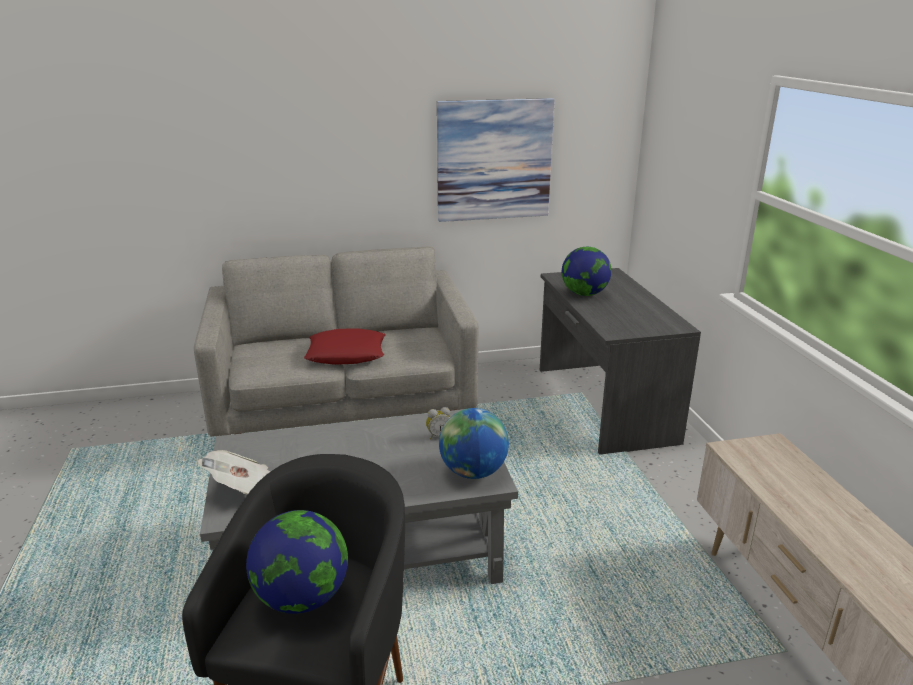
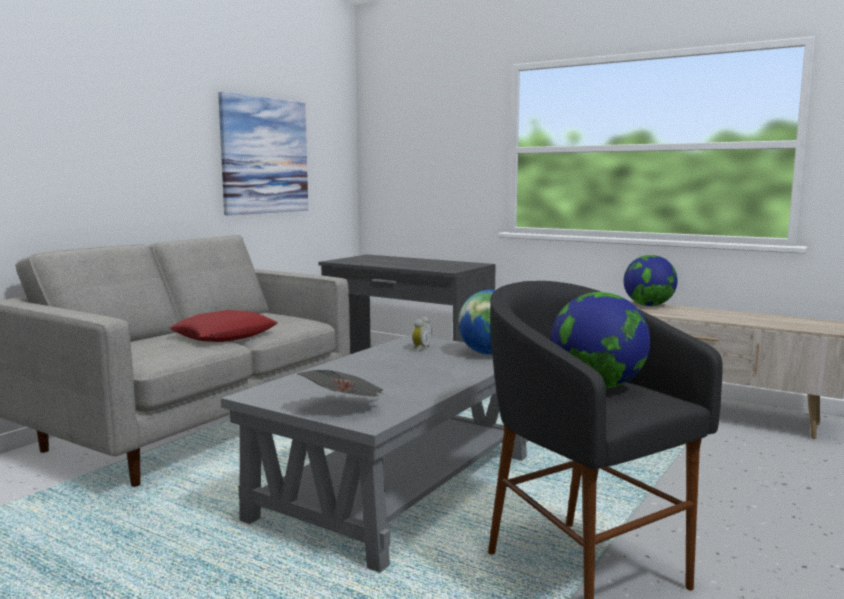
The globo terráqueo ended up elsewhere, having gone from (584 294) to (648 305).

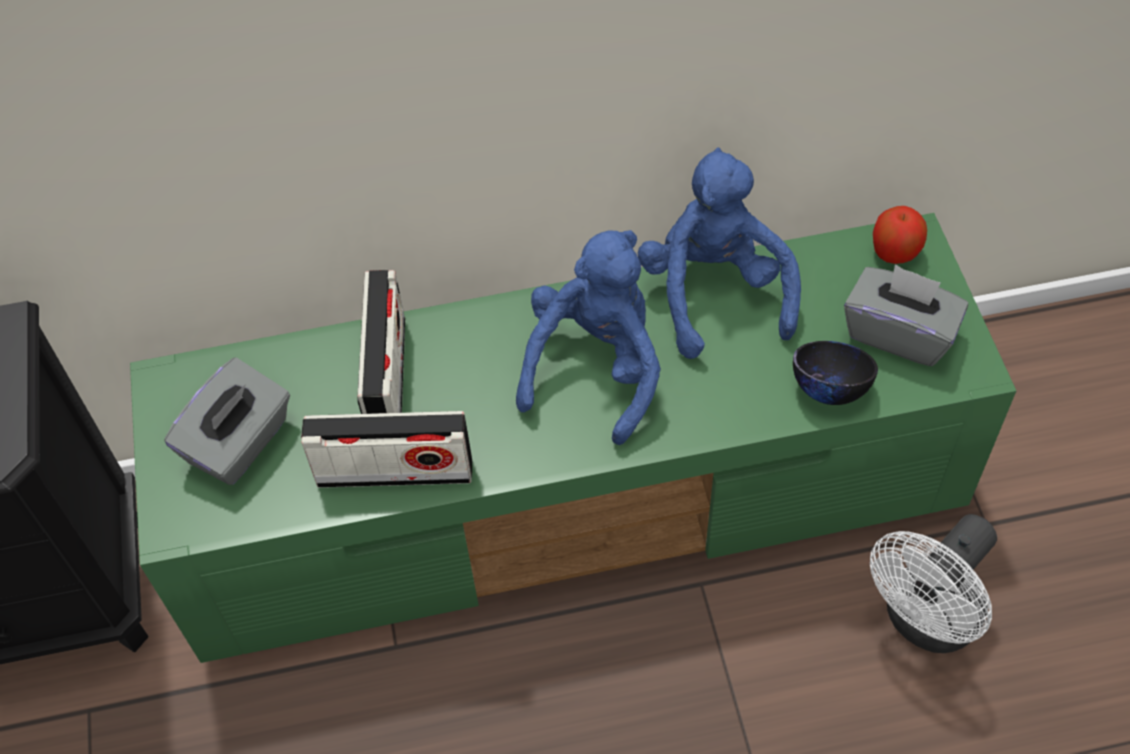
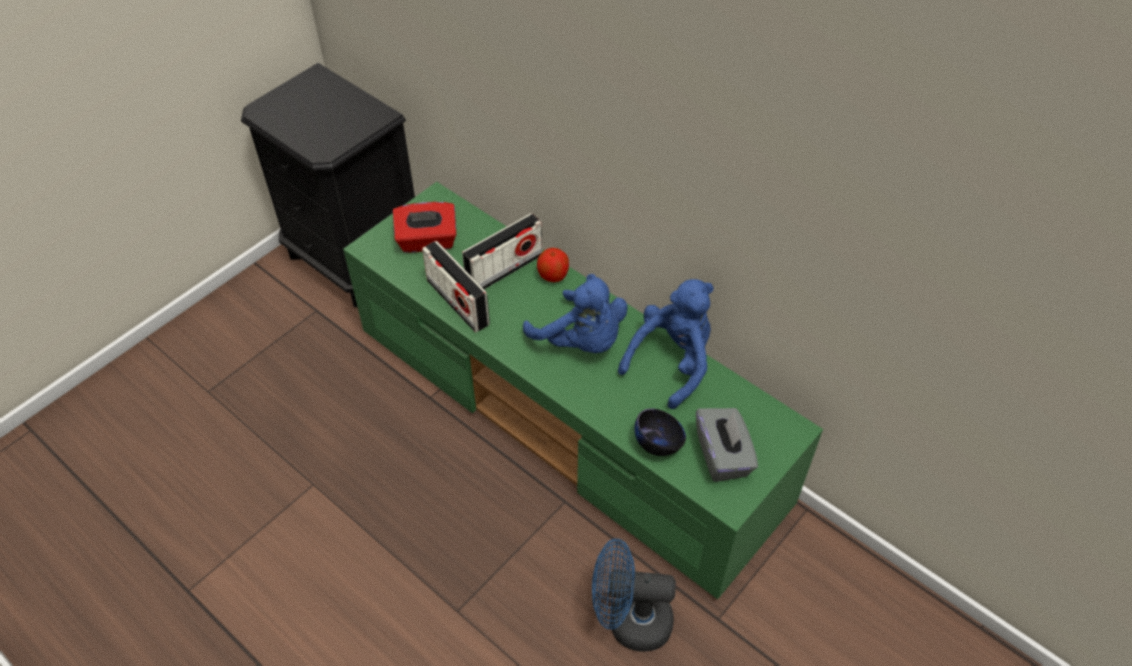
What was the caja de pañuelos (gris) at (240 443) turned into the caja de pañuelos (rojo) at (427 241).
The peluche (azul) at (596 367) ended up facing another way, 60 degrees clockwise from before.
What was the ventilador (blanco) at (925 622) turned into the ventilador (azul) at (629 621).
The manzana ended up elsewhere, having gone from (894 252) to (553 276).

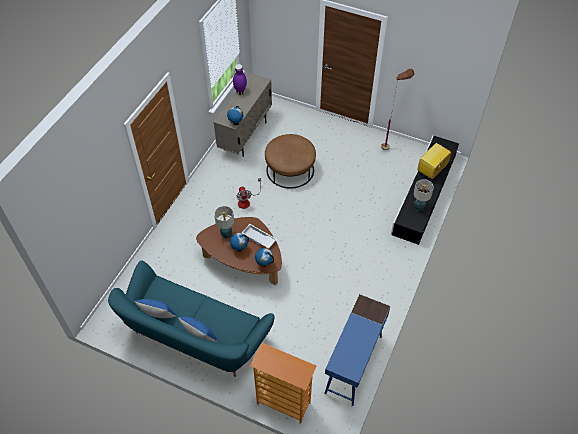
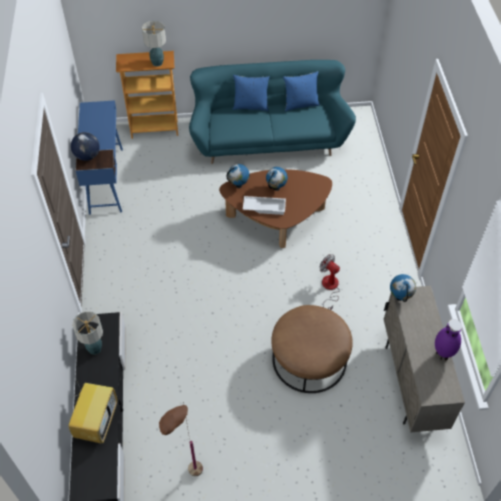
The lámpara de mesa ended up elsewhere, having gone from (226 234) to (157 63).
The second view gained the globo terráqueo at (87 156).

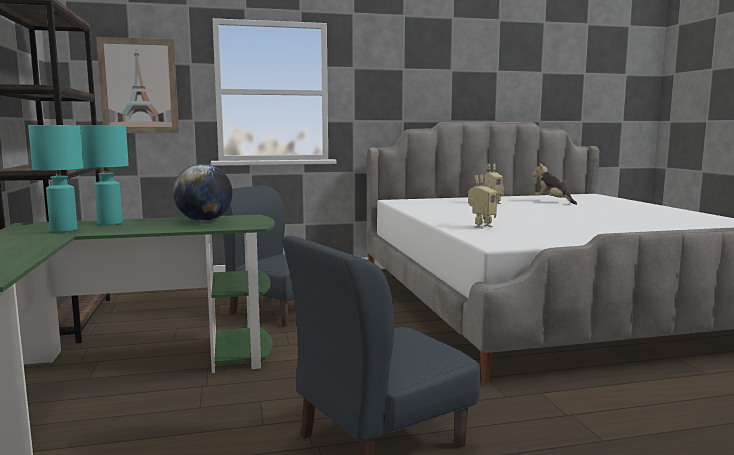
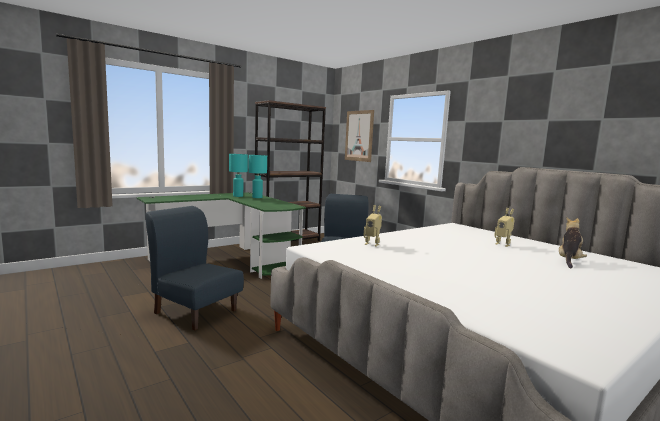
The second view lost the globo terráqueo at (204 221).

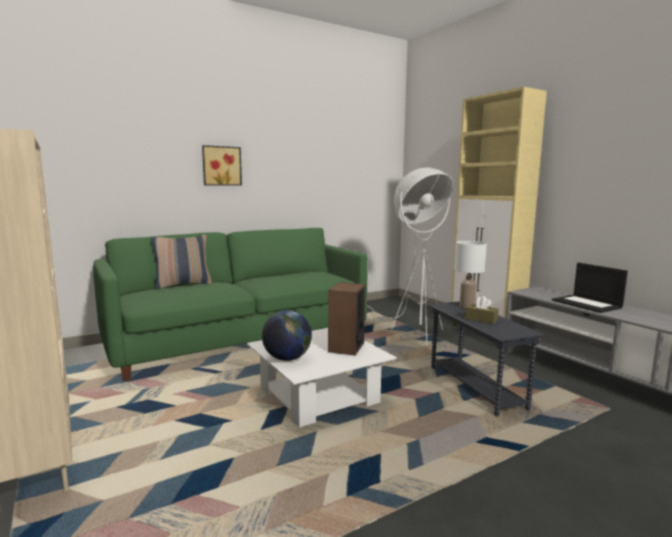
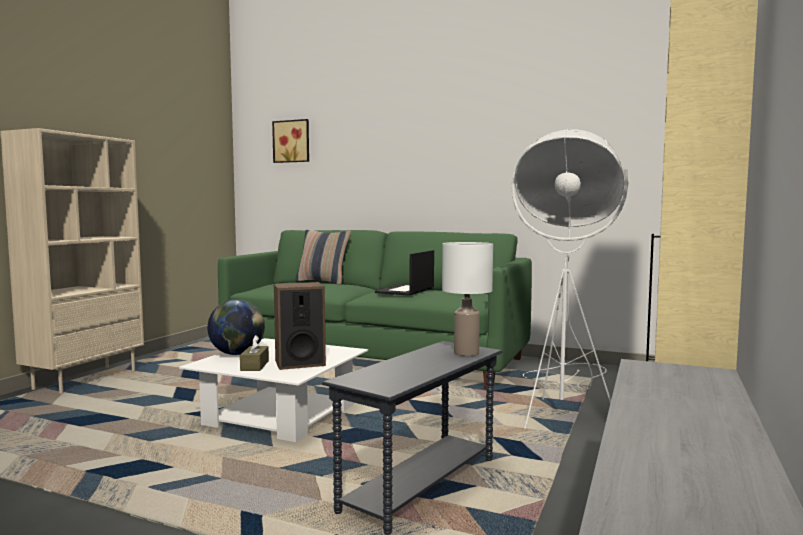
The cuadro ended up elsewhere, having gone from (221 166) to (292 141).
The caja de pañuelos (marrón) ended up elsewhere, having gone from (481 319) to (254 366).
The portátil ended up elsewhere, having gone from (587 304) to (405 291).

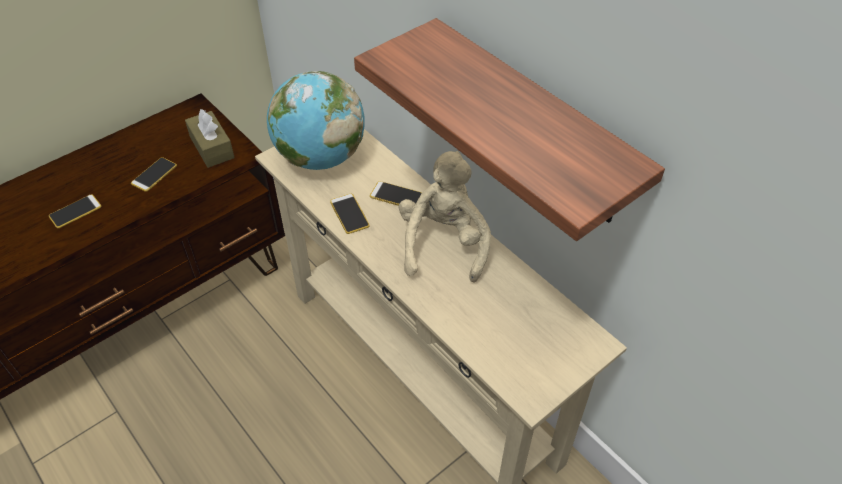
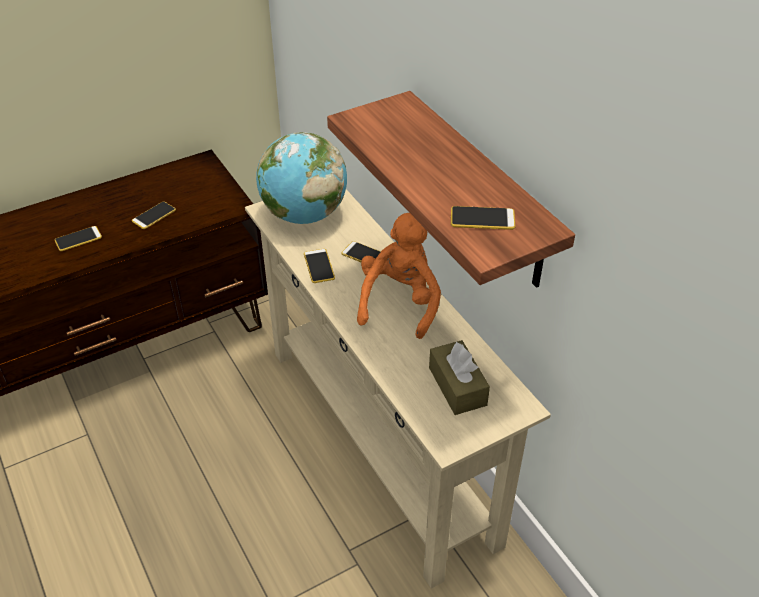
The caja de pañuelos (marrón) ended up elsewhere, having gone from (212 147) to (457 386).
What was the peluche (beis) at (443 243) turned into the peluche (naranja) at (400 302).
The second view gained the móvil at (482 219).

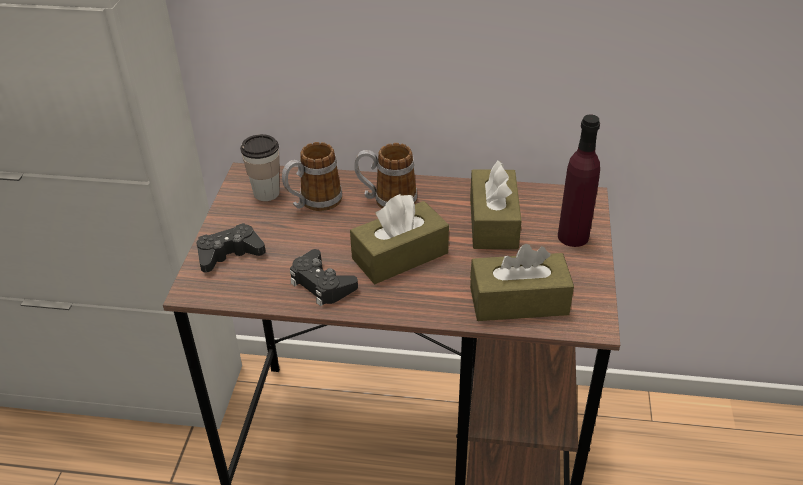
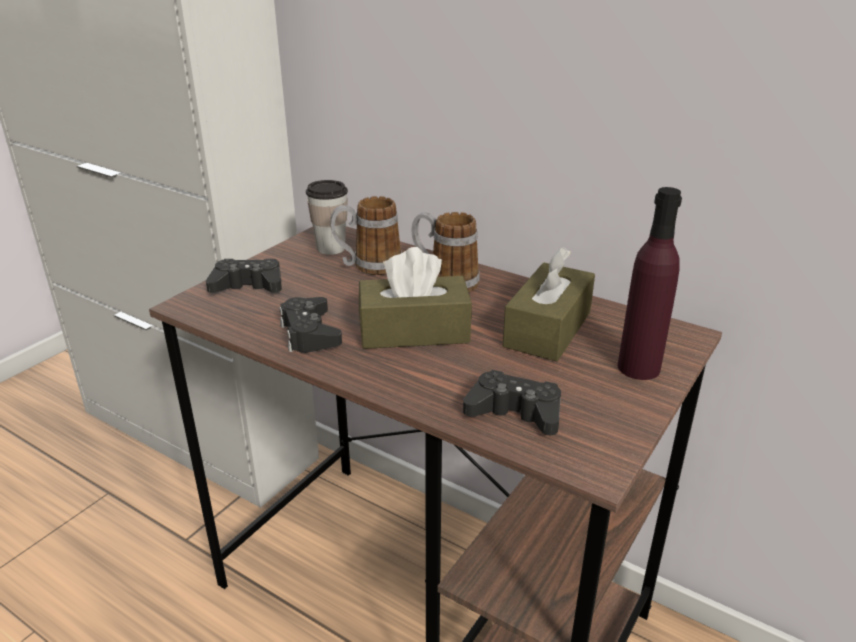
Where the caja de pañuelos (marrón) stood at (518 301), the mando de consola (negro) came to stand at (515 412).

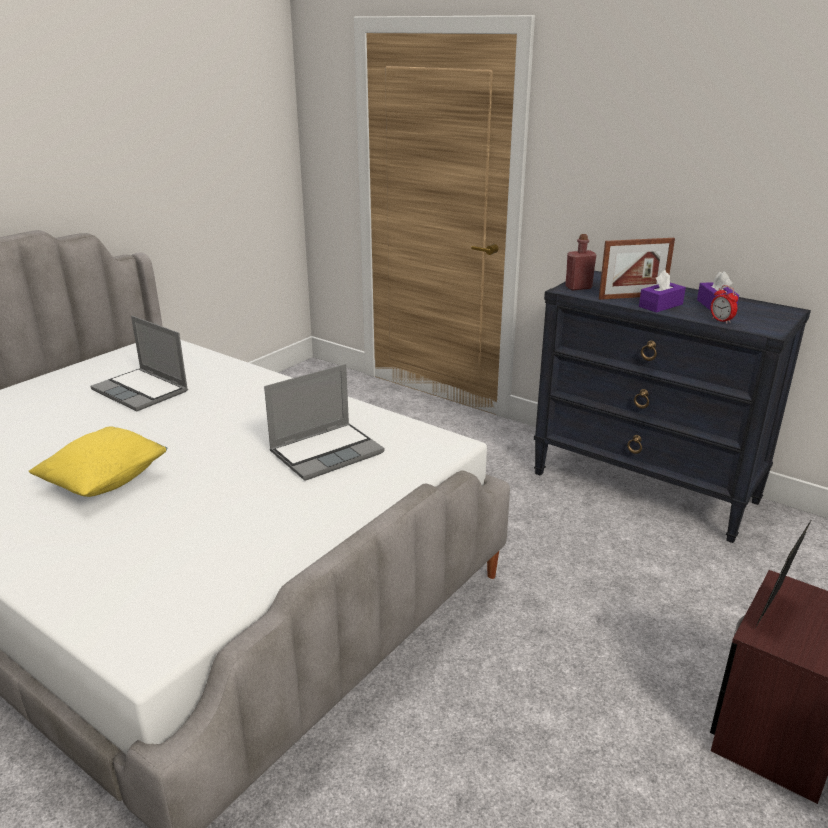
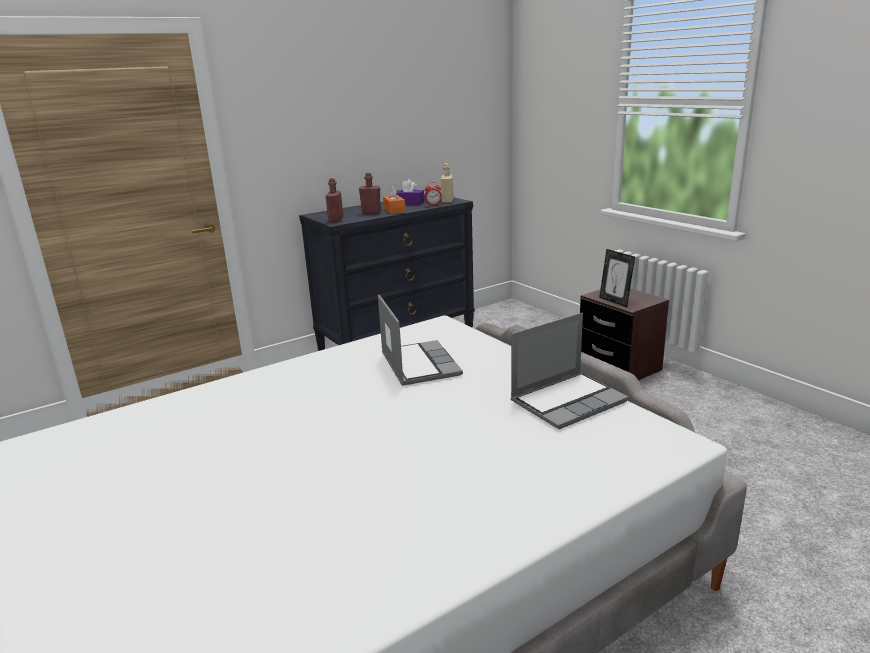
The second view lost the cojín (amarillo) at (105 482).
The portátil ended up elsewhere, having gone from (142 391) to (568 401).
Where the portarretratos stood at (632 297), the botella (rojo) came to stand at (371 213).
What was the caja de pañuelos (morado) at (660 305) turned into the caja de pañuelos (naranja) at (394 210).
The second view gained the botella (beis) at (447 201).

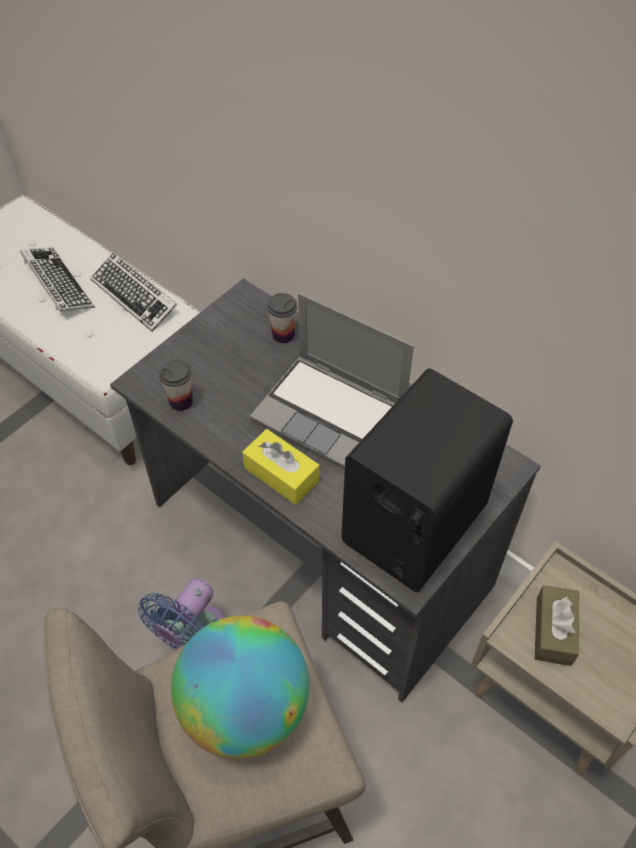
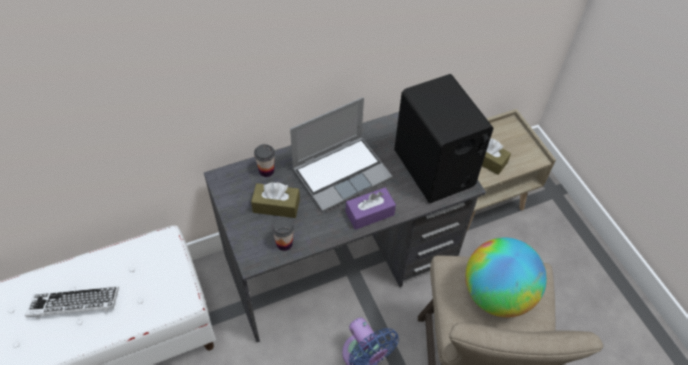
The second view lost the teclado at (134 296).
What was the caja de pañuelos (amarillo) at (281 474) turned into the caja de pañuelos (morado) at (369 213).
The second view gained the caja de pañuelos (marrón) at (276 206).

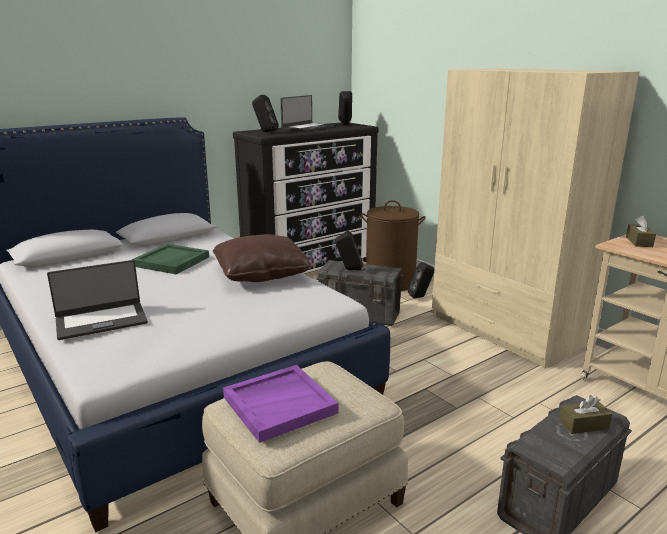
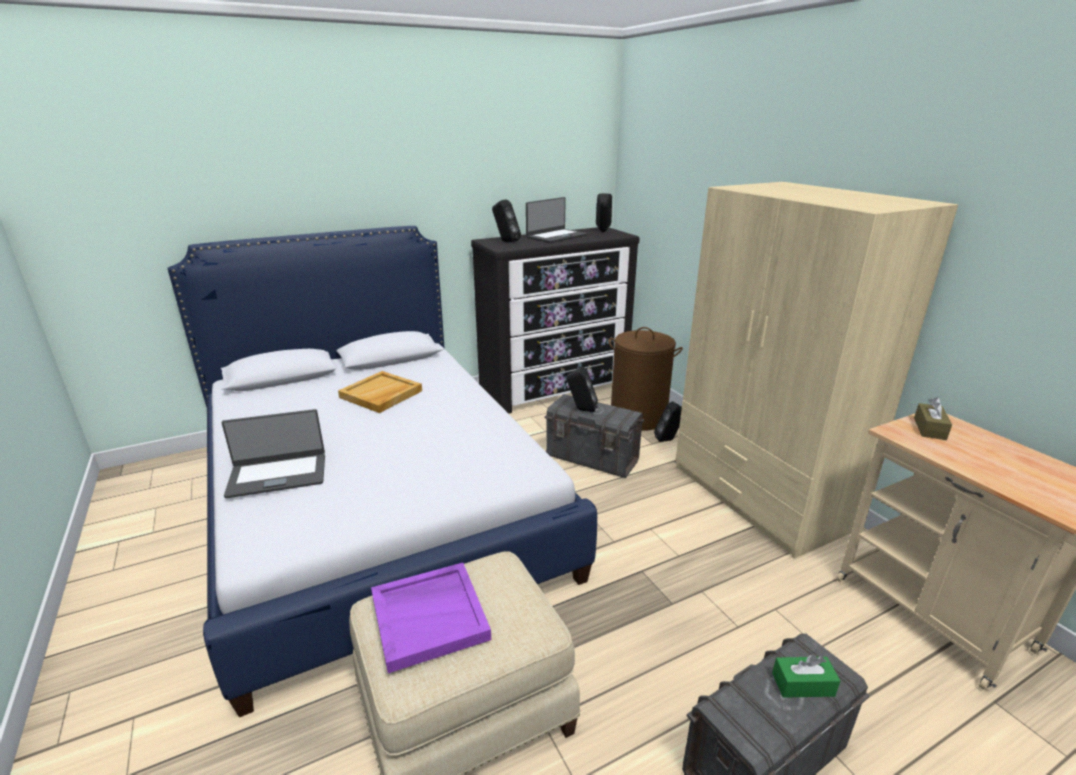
What was the bandeja (verde) at (171 262) turned into the bandeja (beis) at (381 394).
The second view lost the cojín (marrón) at (261 274).
What was the caja de pañuelos (marrón) at (583 425) turned into the caja de pañuelos (verde) at (803 684).

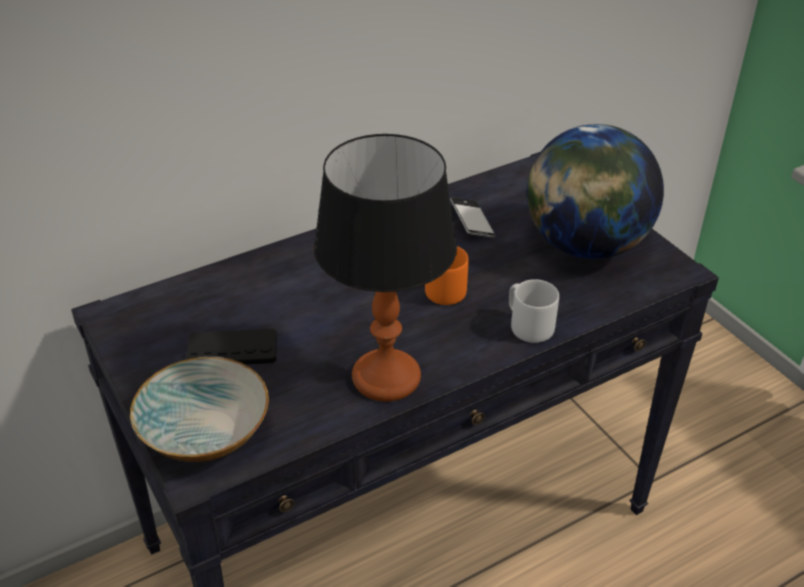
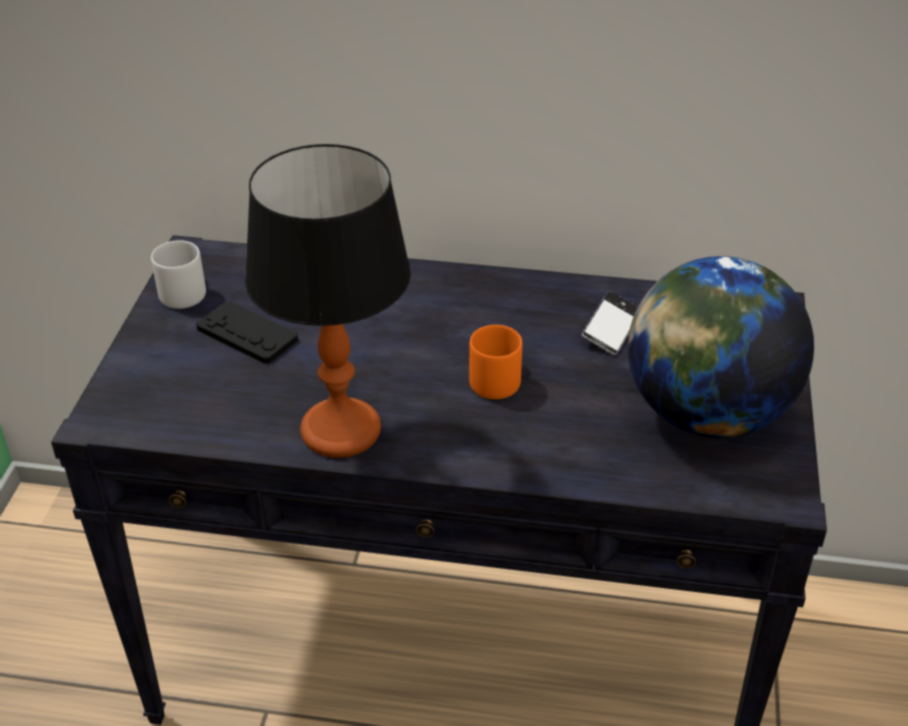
The second view lost the cuenco at (205 431).
The taza grande (gris) ended up elsewhere, having gone from (528 325) to (184 291).

